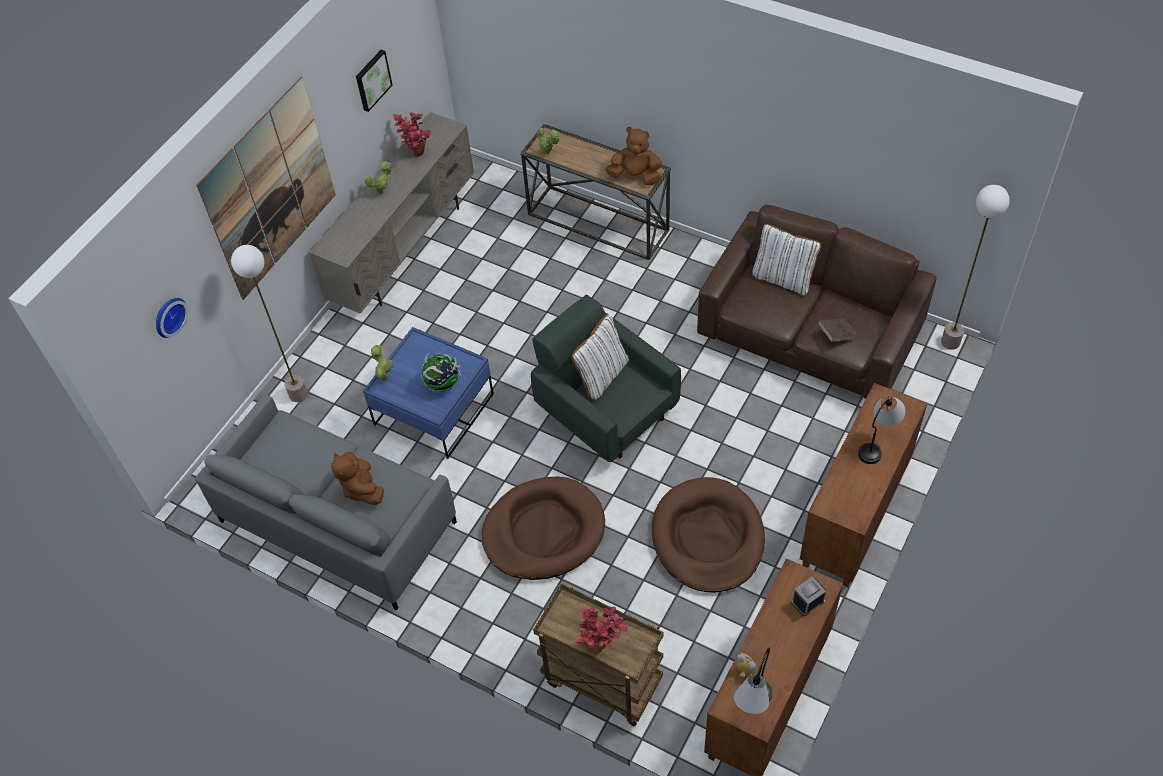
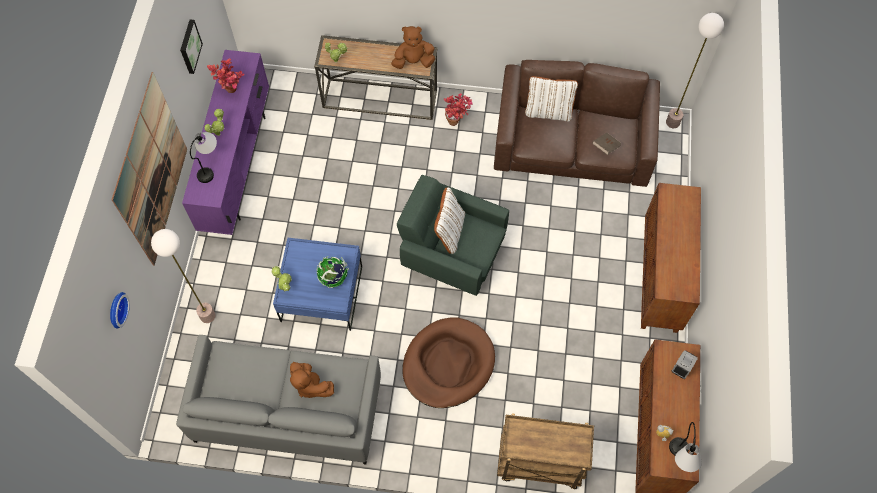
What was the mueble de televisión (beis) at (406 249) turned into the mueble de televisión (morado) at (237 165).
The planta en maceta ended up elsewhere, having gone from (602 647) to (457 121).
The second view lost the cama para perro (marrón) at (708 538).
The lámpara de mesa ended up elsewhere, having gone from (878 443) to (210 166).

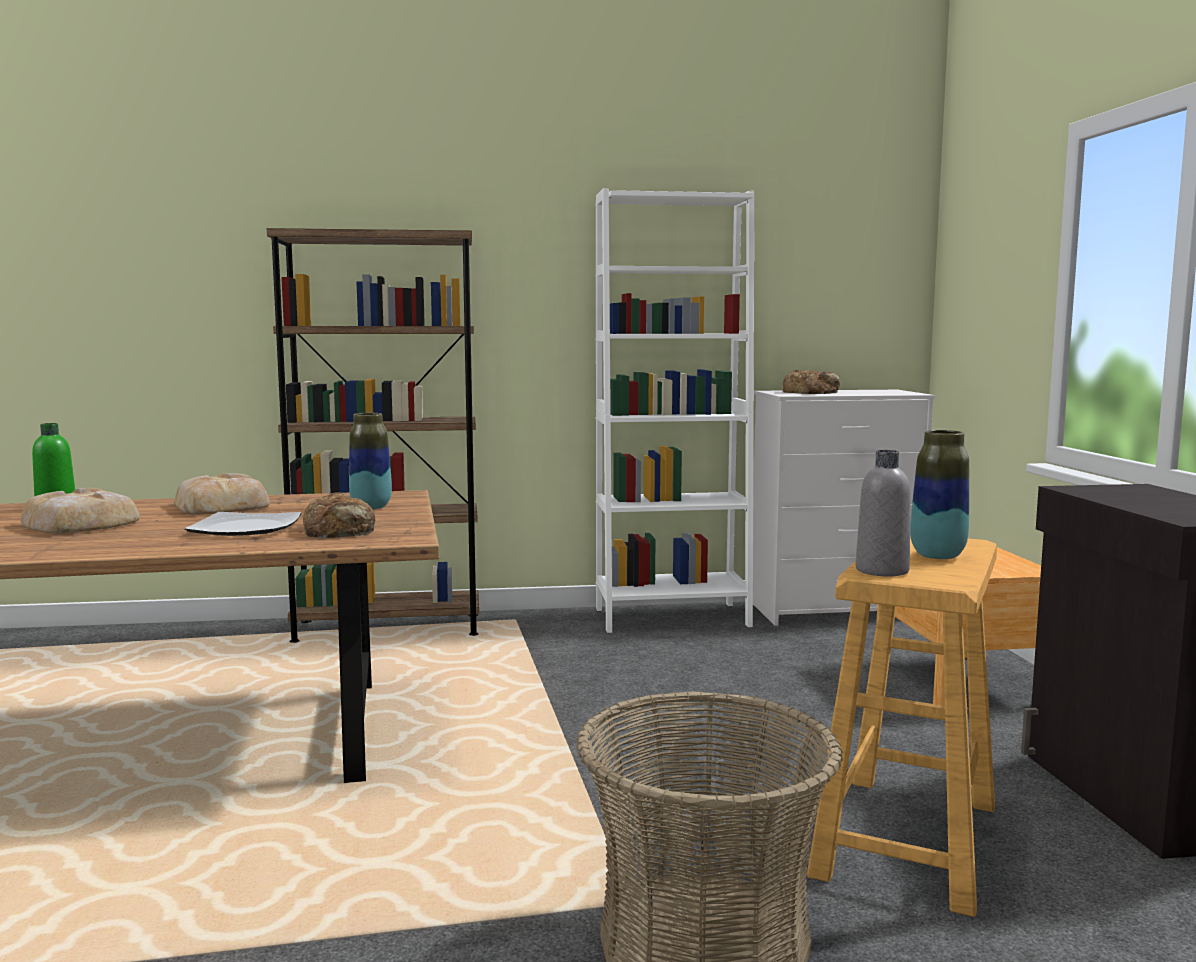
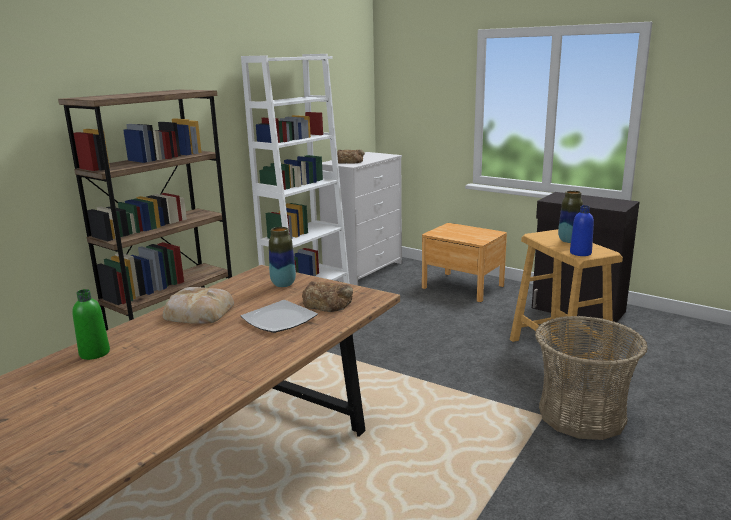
The second view lost the pan at (80 524).
What was the botella (gris) at (882 570) turned into the botella (azul) at (580 253).

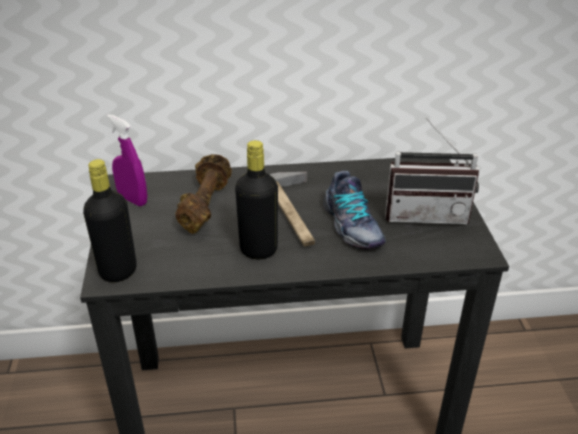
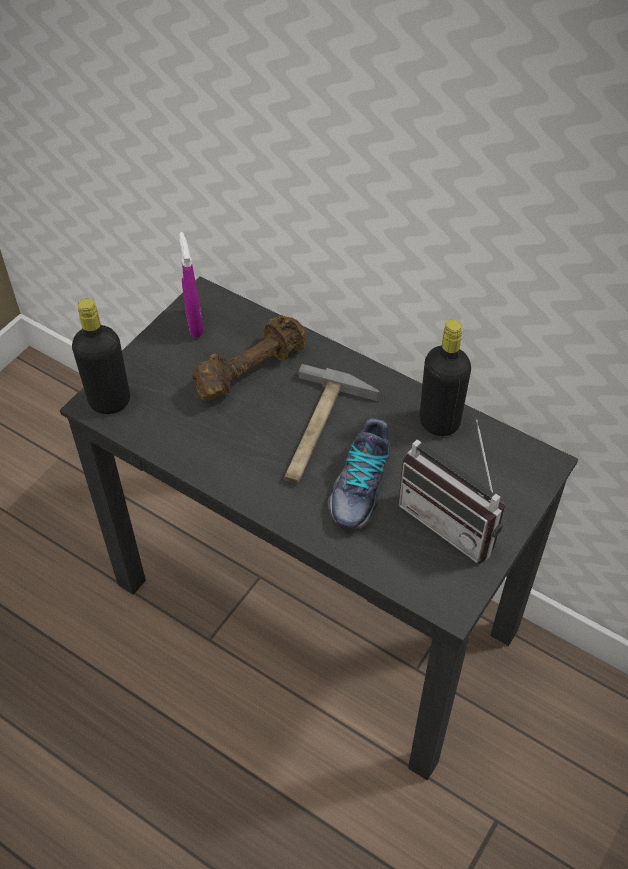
The botella (negro) ended up elsewhere, having gone from (258 250) to (439 422).

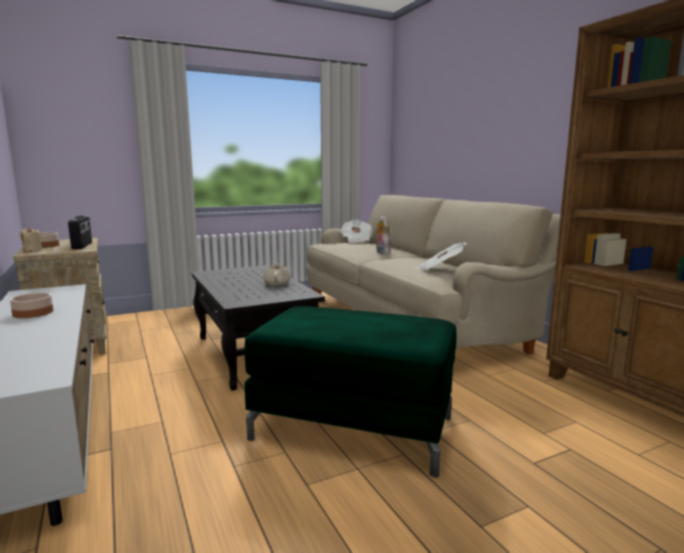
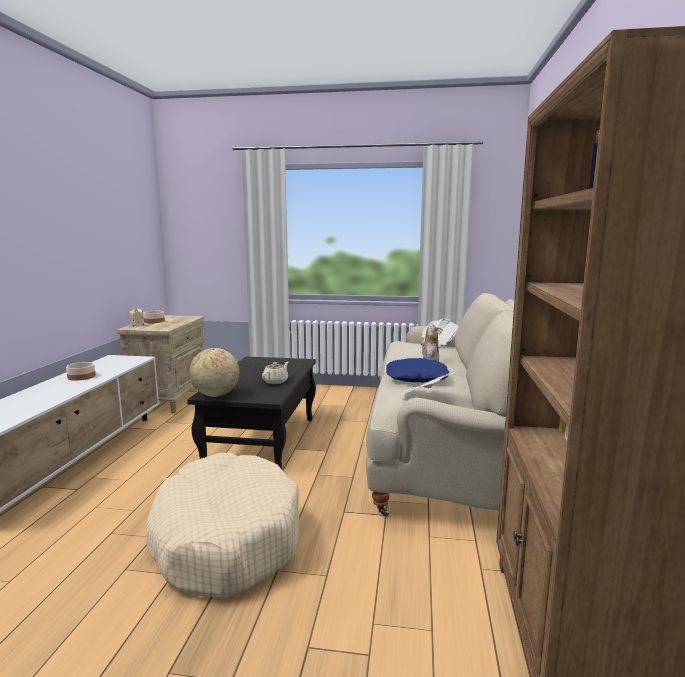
The second view lost the radio at (82 245).
Where the puf (verde) stood at (354 428), the cama para perro (beis) came to stand at (225 538).
The second view gained the globo terráqueo at (215 395).
The second view gained the cojín (azul) at (416 378).

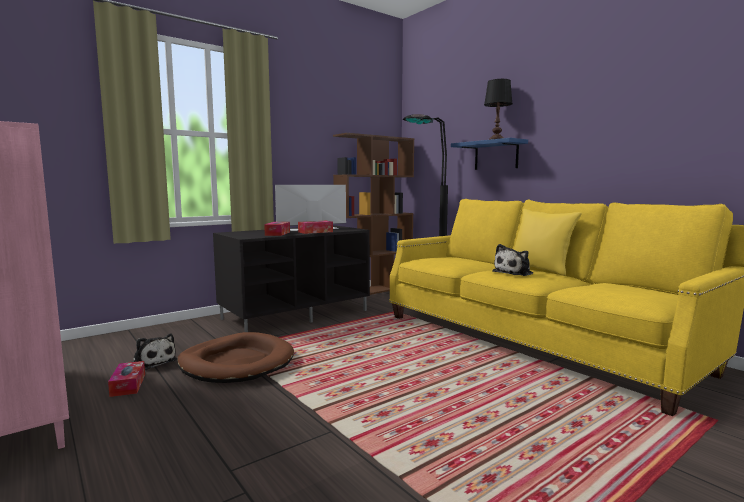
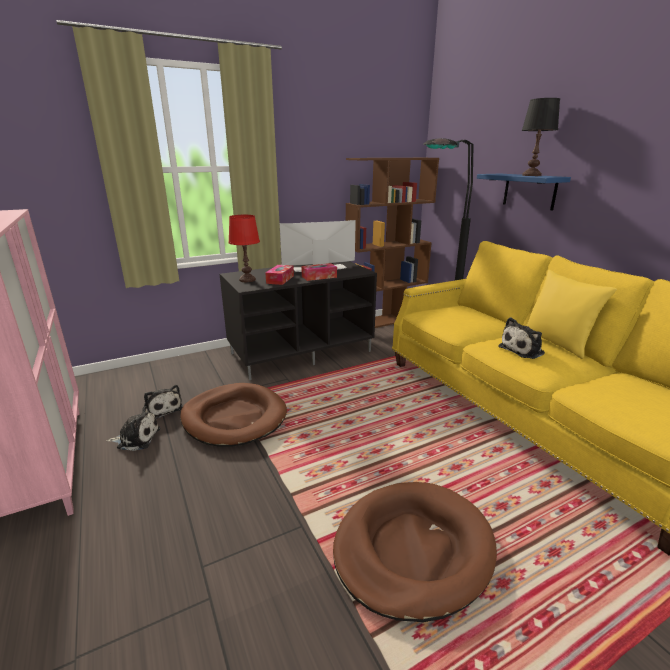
Where the caja de pañuelos stood at (128 385), the peluche came to stand at (136 438).
The second view gained the lámpara de mesa (rojo) at (247 280).
The second view gained the cama para perro (marrón) at (412 549).

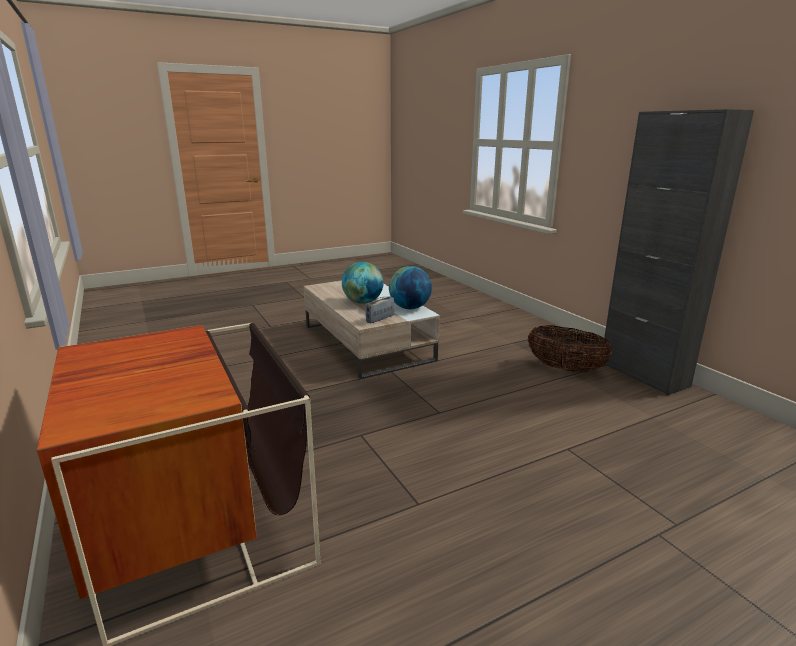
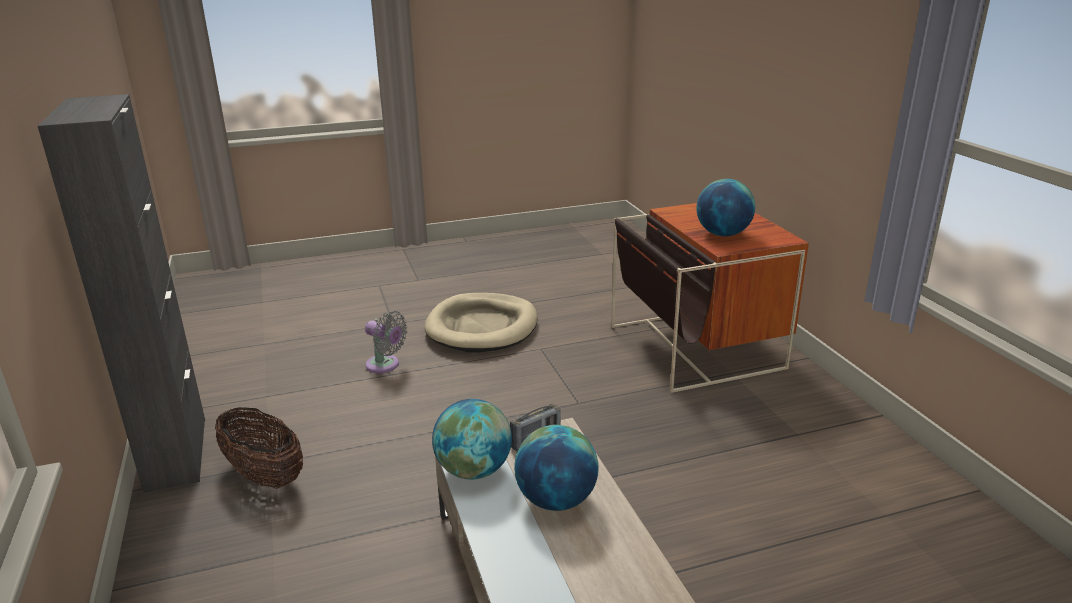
The second view gained the ventilador (gris) at (385 365).
The second view gained the cama para perro (beis) at (482 327).
The second view gained the globo terráqueo at (722 234).

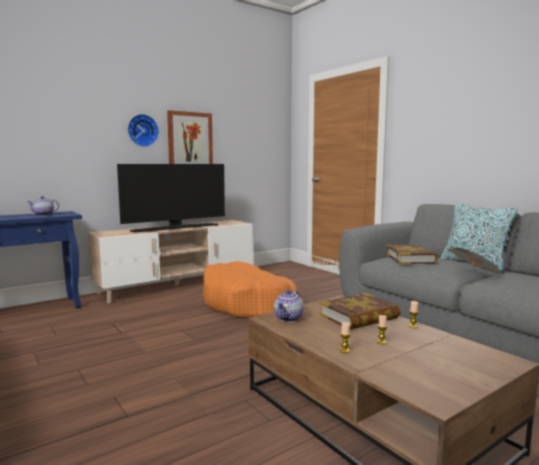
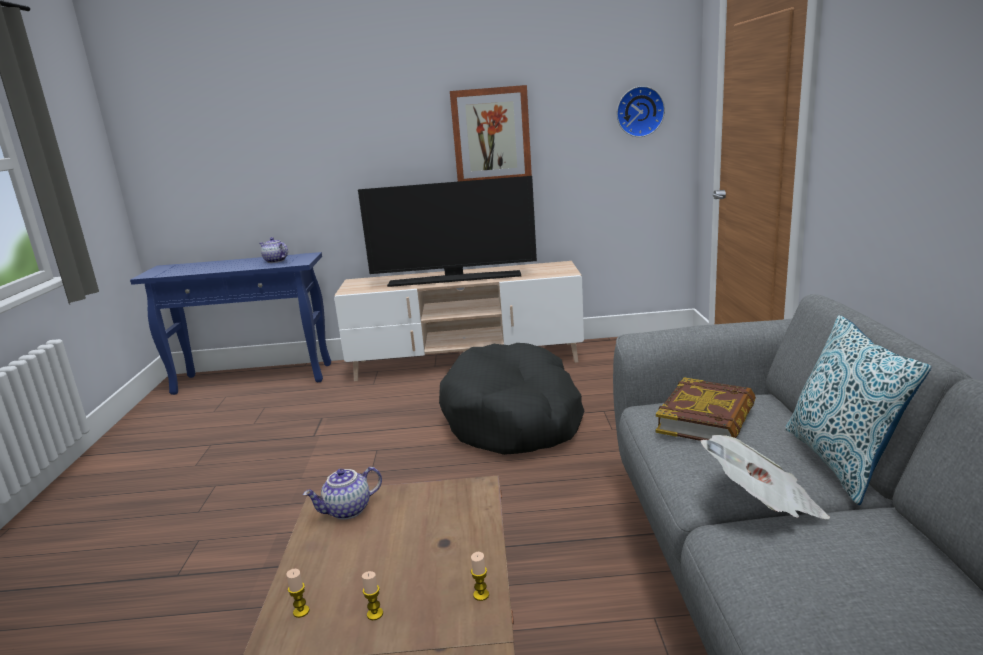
The reloj de pared ended up elsewhere, having gone from (142 130) to (639 111).
What was the cama para perro (naranja) at (247 303) turned into the cama para perro (negro) at (513 418).
The second view lost the libro at (359 317).

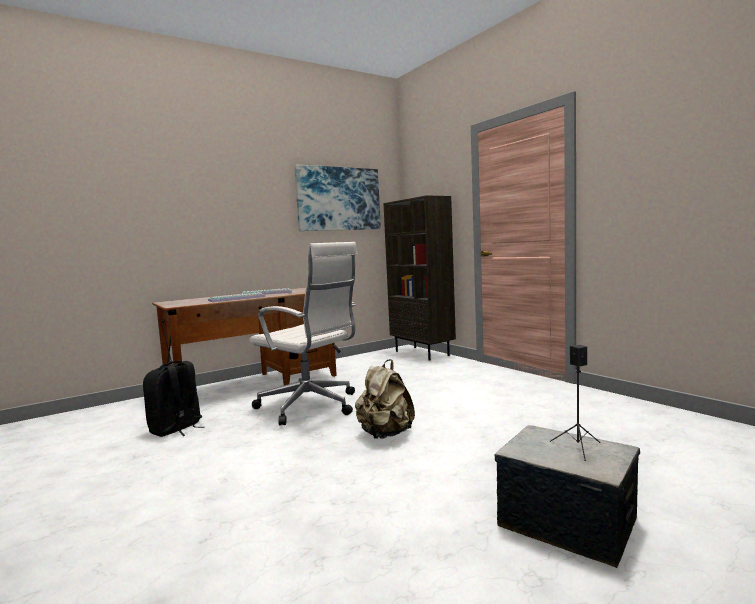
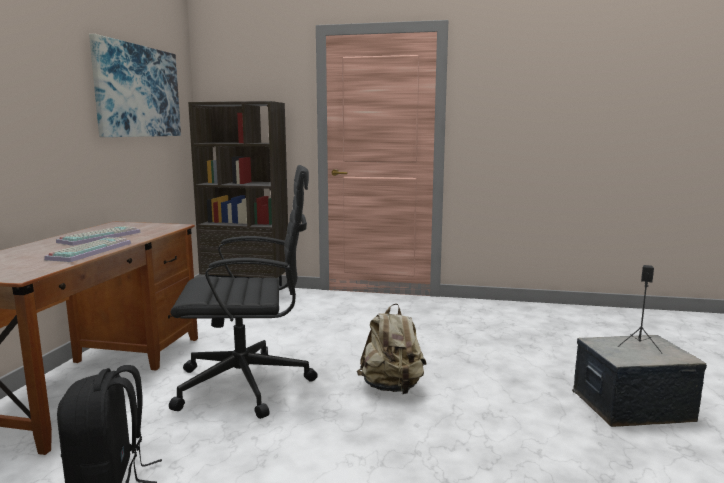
What was the silla de oficina (blanco) at (310 406) turned into the silla de oficina (negro) at (248 385).

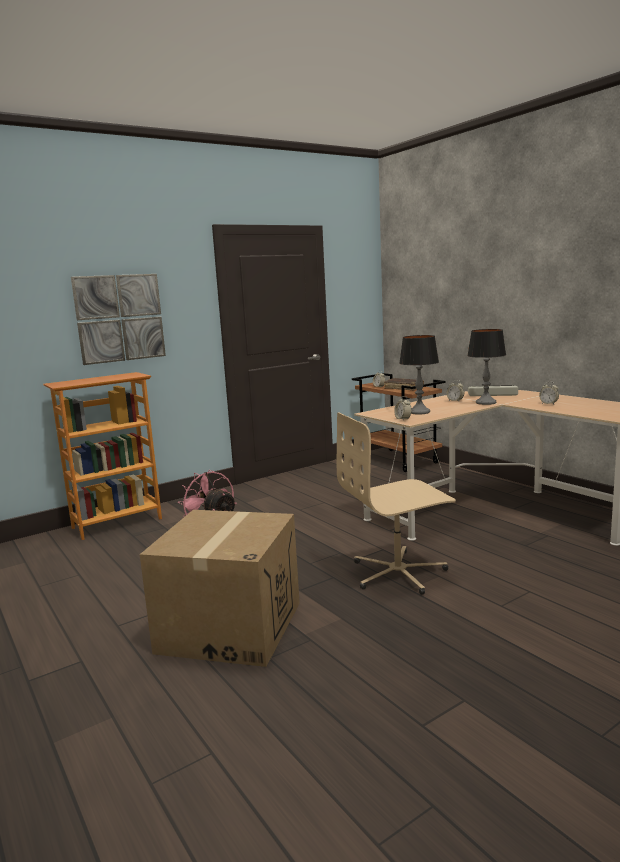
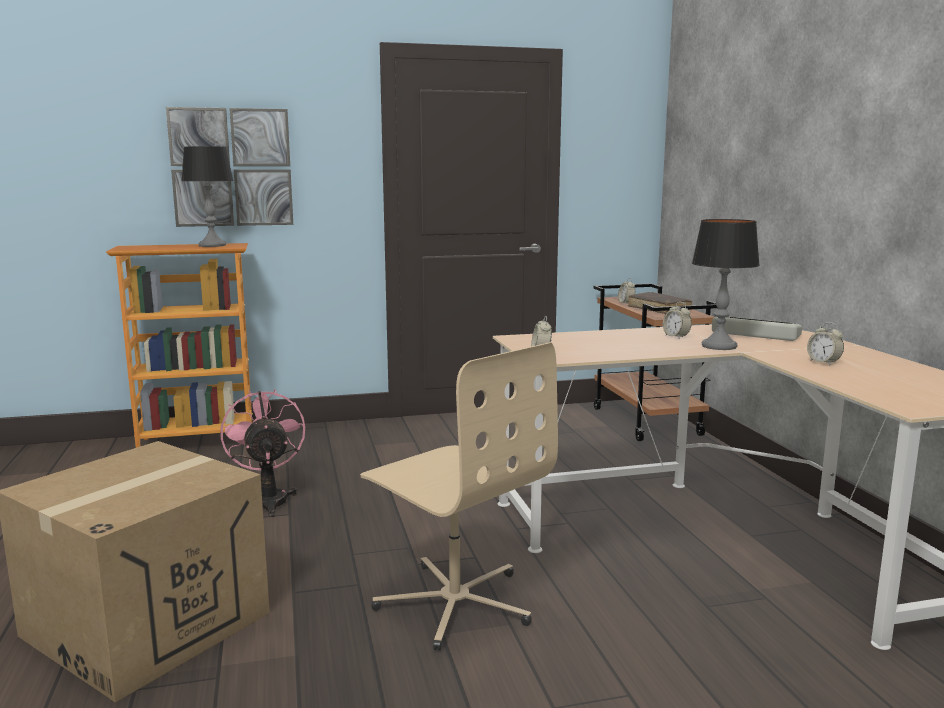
The silla de oficina (beis) at (399 573) ended up facing another way, 135 degrees counterclockwise from before.
The lámpara de mesa ended up elsewhere, having gone from (419 412) to (212 245).

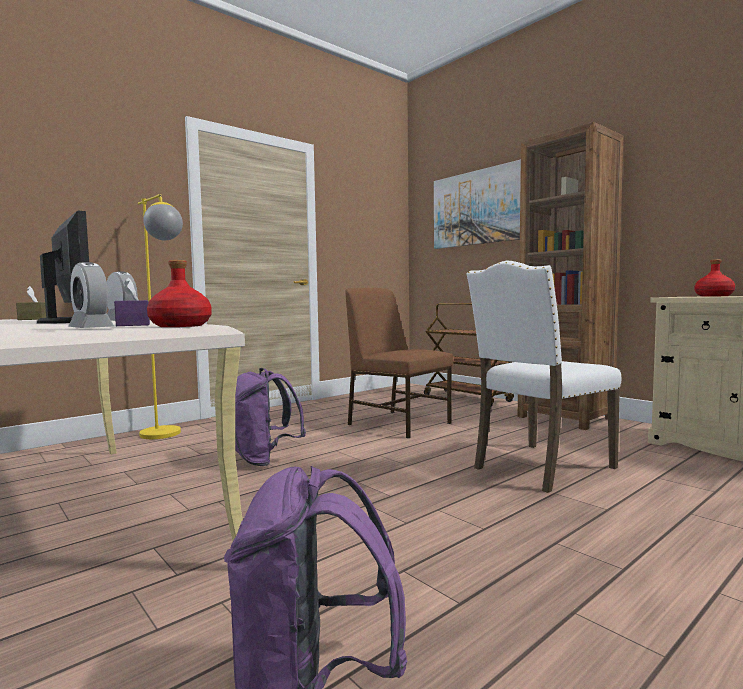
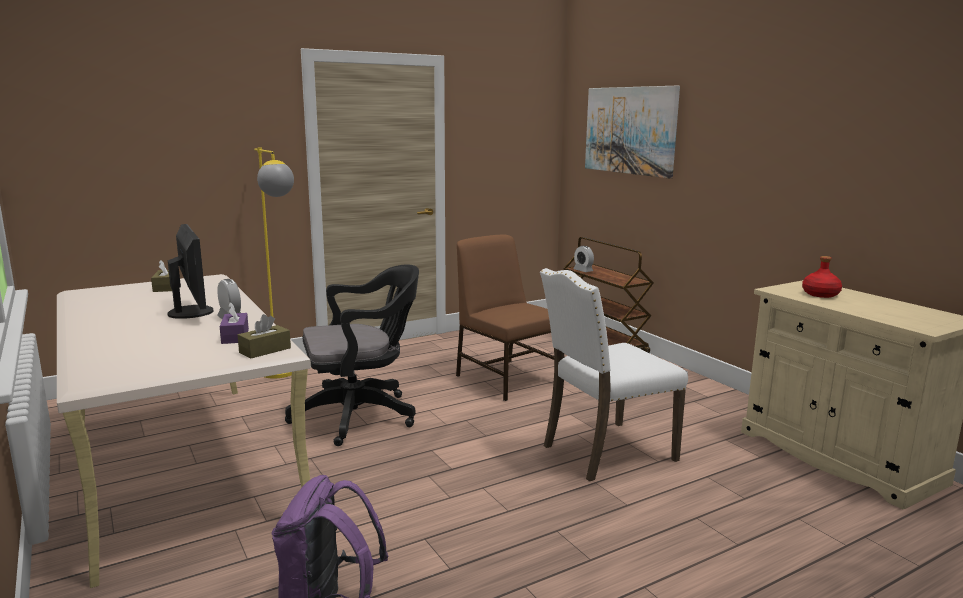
The despertador ended up elsewhere, having gone from (91 328) to (583 270).
Where the botella (rojo) stood at (180 326), the caja de pañuelos (marrón) came to stand at (265 350).
Where the mochila (morado) stood at (264 460), the silla de oficina (negro) came to stand at (361 415).
The second view lost the estantería (marrón) at (565 418).

